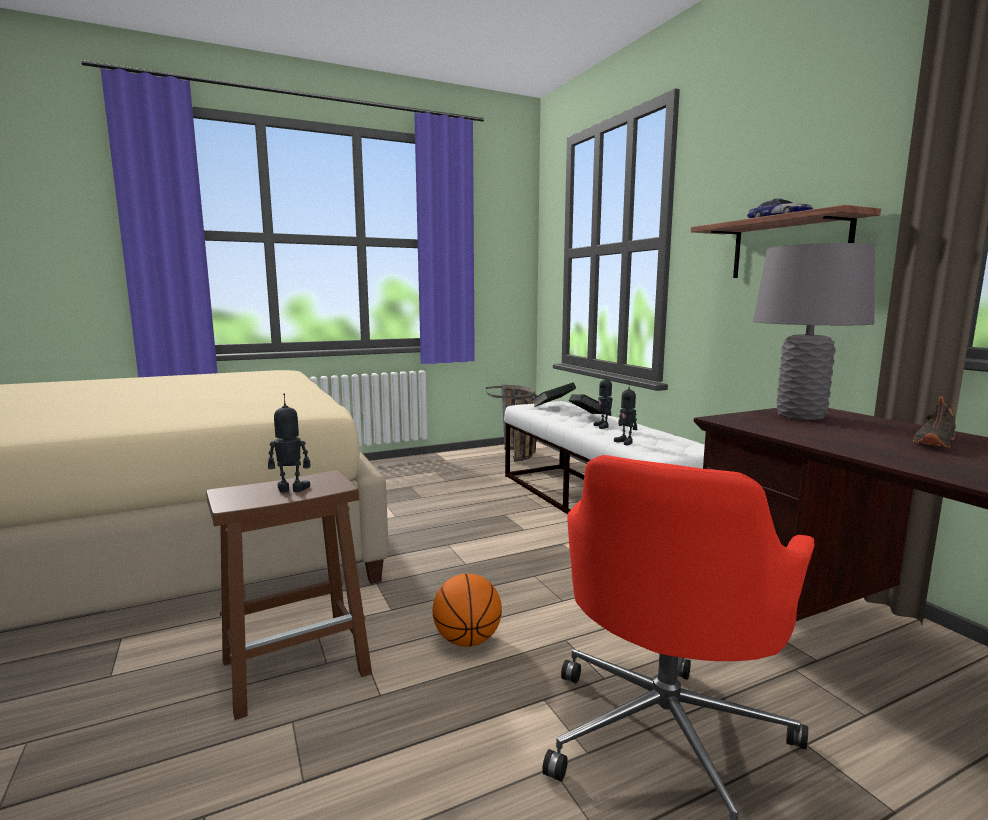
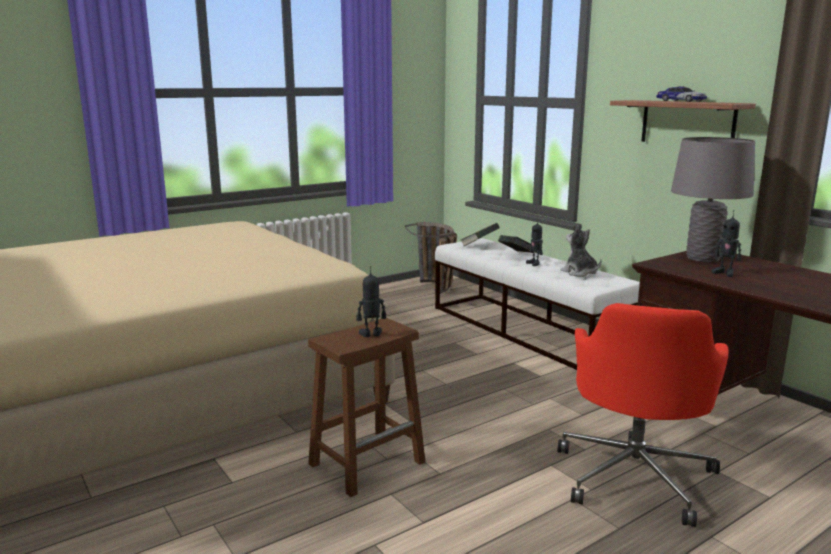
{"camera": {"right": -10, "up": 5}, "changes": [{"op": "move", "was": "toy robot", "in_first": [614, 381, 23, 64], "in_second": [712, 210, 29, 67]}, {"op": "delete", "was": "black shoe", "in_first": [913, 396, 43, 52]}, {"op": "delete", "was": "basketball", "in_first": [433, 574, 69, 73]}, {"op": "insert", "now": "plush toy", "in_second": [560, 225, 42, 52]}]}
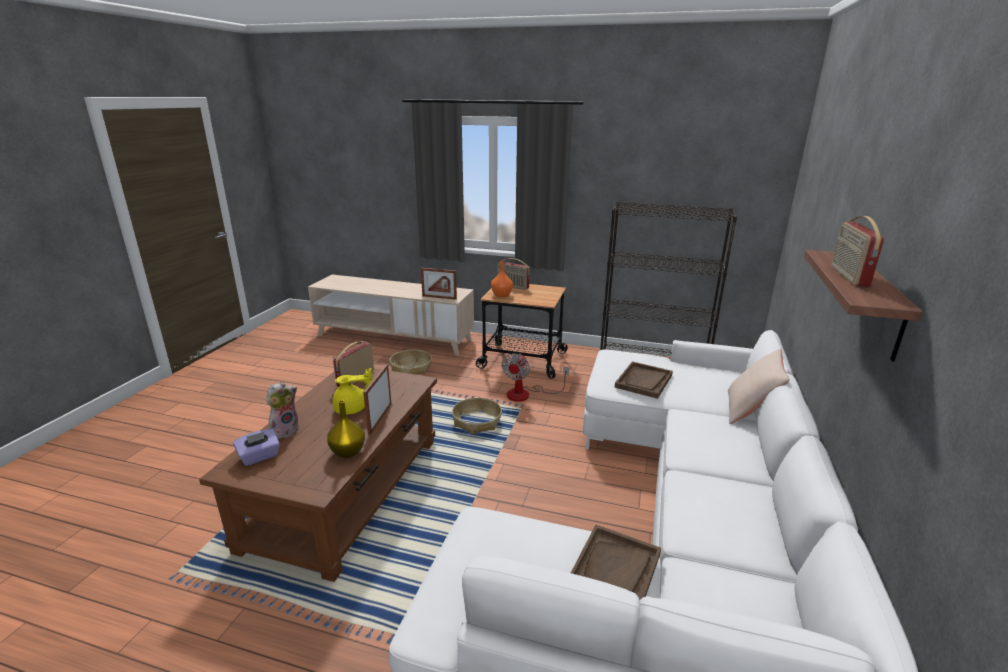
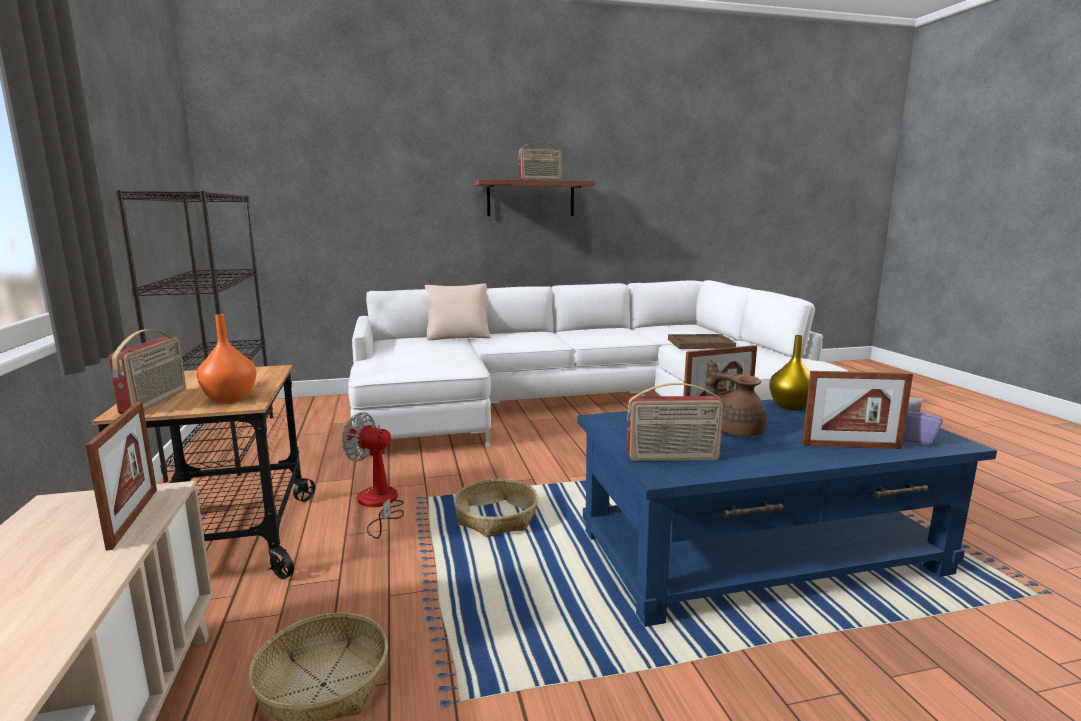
{"camera": {"right": -120, "up": -10}, "changes": [{"op": "rotate", "was": "fan", "in_first": [502, 353, 67, 49], "in_second": [342, 412, 62, 127], "clockwise": -150}, {"op": "delete", "was": "brown tray", "in_first": [614, 361, 59, 38]}, {"op": "recolor", "was": "brown coffee table", "now": "blue coffee table", "in_first": [199, 368, 238, 214], "in_second": [577, 399, 420, 228]}, {"op": "recolor", "was": "yellow teapot", "now": "brown teapot", "in_first": [333, 368, 40, 46], "in_second": [706, 359, 61, 78]}, {"op": "replace", "was": "plush toy", "now": "picture frame", "in_first": [266, 382, 33, 58], "in_second": [802, 371, 111, 78]}]}
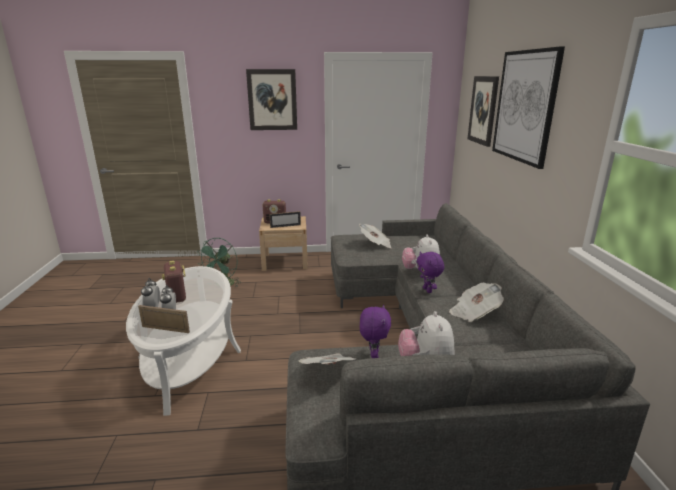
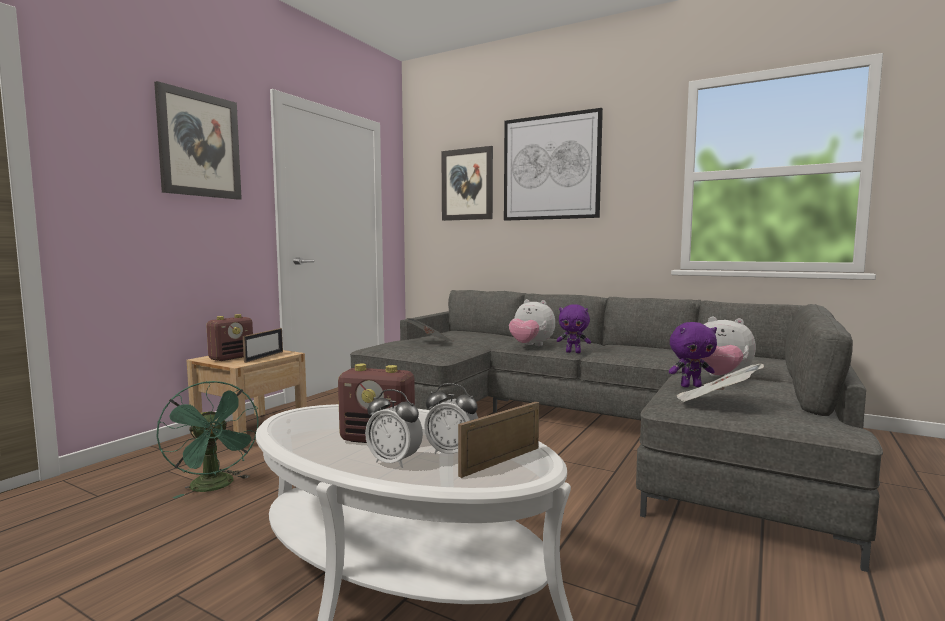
{"camera": {"right": -55, "up": -15}, "changes": [{"op": "delete", "was": "newspaper", "in_first": [449, 283, 55, 39]}, {"op": "rotate", "was": "purple plush toy", "in_first": [360, 305, 31, 53], "in_second": [669, 322, 48, 65], "clockwise": 135}]}
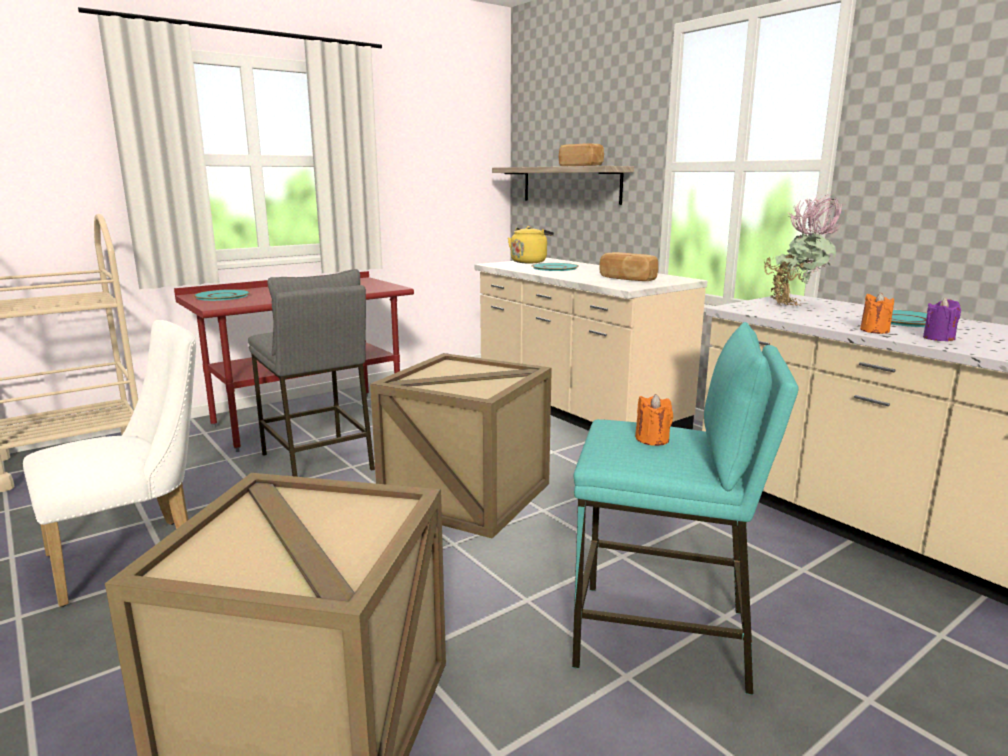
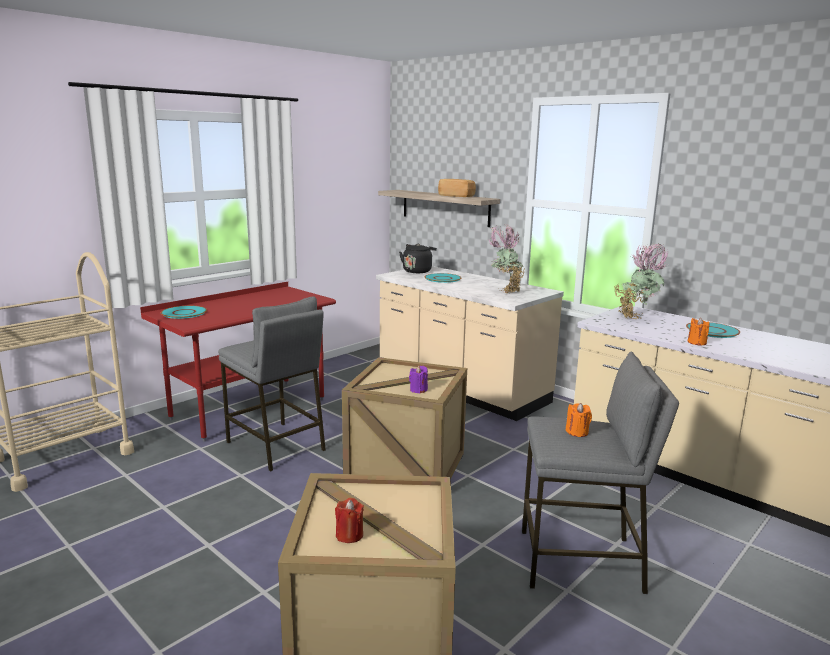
{"camera": {"right": -10, "up": 0}, "changes": [{"op": "recolor", "was": "yellow kettle", "now": "black kettle", "in_first": [508, 226, 46, 37], "in_second": [399, 244, 38, 29]}, {"op": "replace", "was": "bread", "now": "potted plant", "in_first": [599, 252, 59, 29], "in_second": [488, 224, 37, 69]}, {"op": "move", "was": "purple candle", "in_first": [923, 298, 38, 43], "in_second": [409, 366, 19, 27]}, {"op": "delete", "was": "white chair", "in_first": [23, 320, 173, 287]}, {"op": "recolor", "was": "turquoise stool", "now": "grey stool", "in_first": [572, 322, 227, 373], "in_second": [522, 351, 157, 243]}, {"op": "insert", "now": "red candle", "in_second": [335, 498, 29, 45]}]}
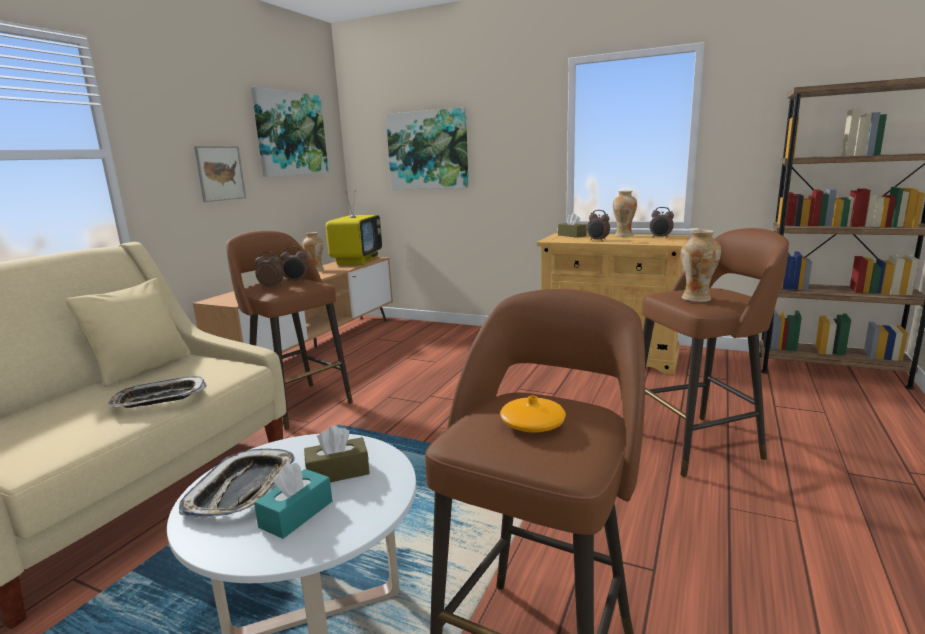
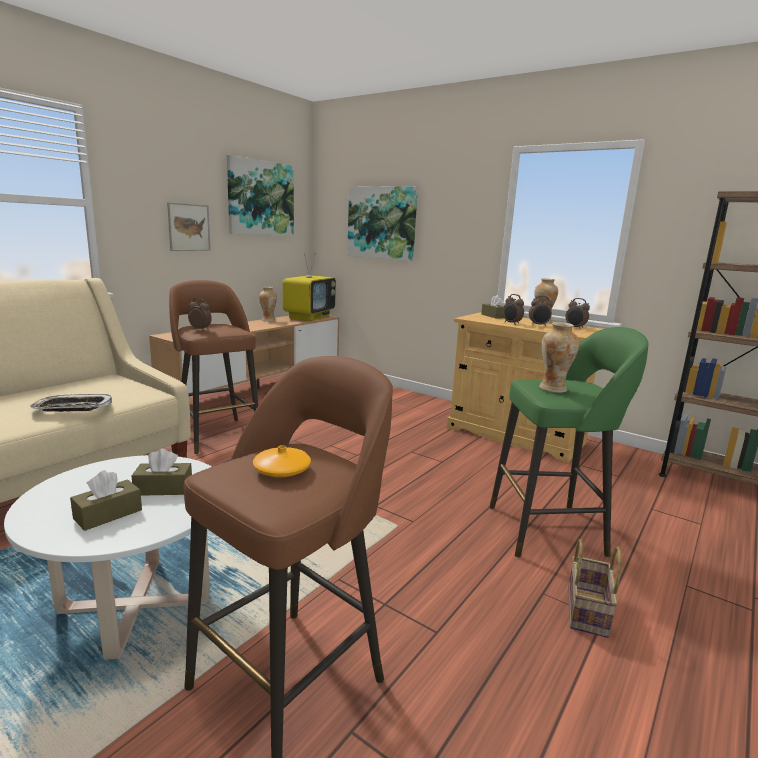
{"camera": {"right": 10, "up": 0}, "changes": [{"op": "recolor", "was": "brown stool", "now": "green stool", "in_first": [642, 228, 147, 249], "in_second": [489, 327, 160, 230]}, {"op": "move", "was": "alarm clock", "in_first": [280, 247, 28, 36], "in_second": [529, 296, 24, 30]}, {"op": "delete", "was": "beige pillow", "in_first": [66, 278, 125, 109]}, {"op": "delete", "was": "tray", "in_first": [179, 448, 116, 71]}, {"op": "recolor", "was": "turquoise tissue box", "now": "brown tissue box", "in_first": [254, 463, 78, 76], "in_second": [70, 470, 72, 61]}, {"op": "insert", "now": "basket", "in_second": [568, 539, 53, 99]}]}
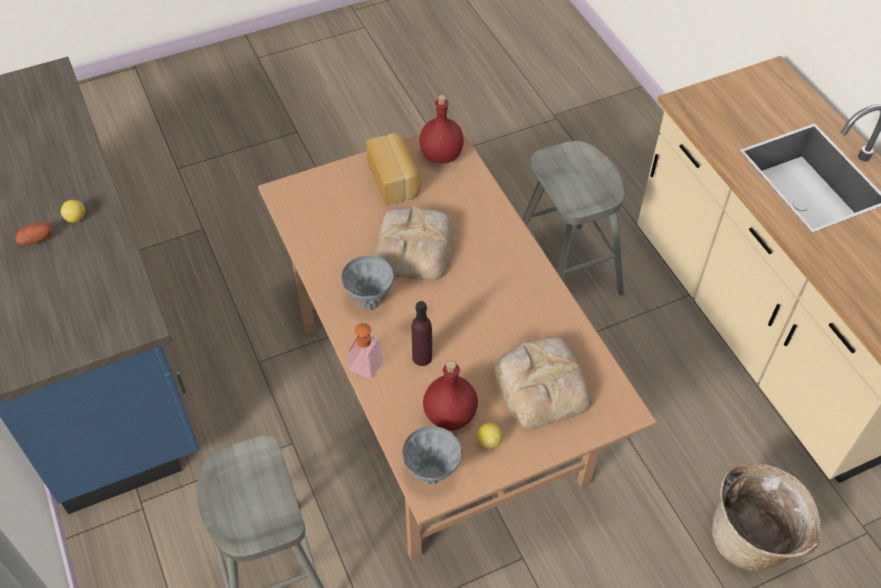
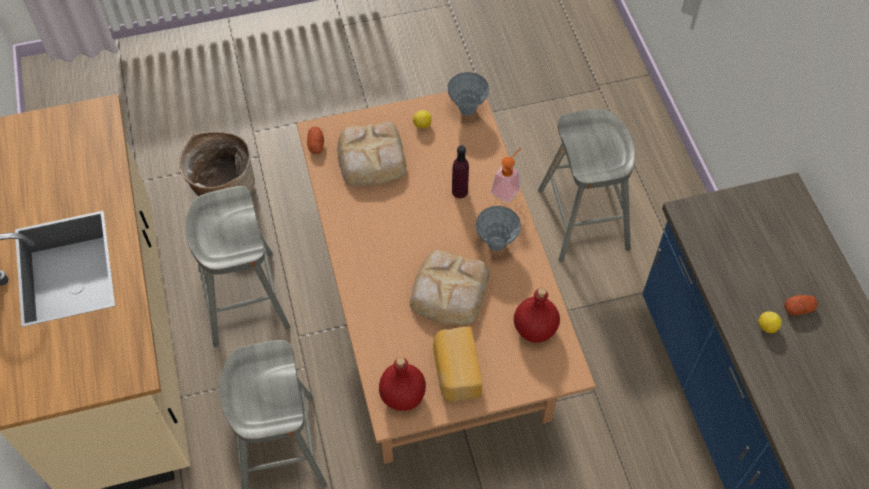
{"camera": {"right": -170, "up": 5}, "changes": [{"op": "move", "was": "red bottle", "in_first": [423, 361, 55, 70], "in_second": [514, 288, 46, 55]}, {"op": "insert", "now": "potato", "in_second": [307, 127, 17, 27]}, {"op": "insert", "now": "grey stool", "in_second": [185, 186, 105, 161]}]}
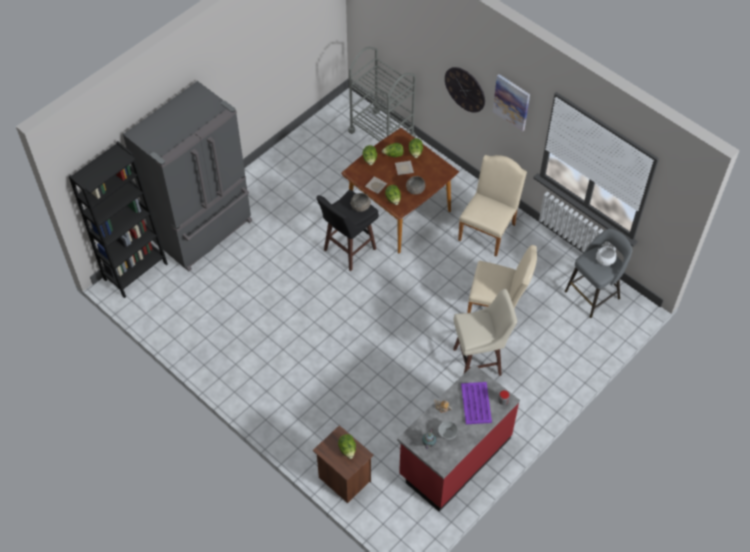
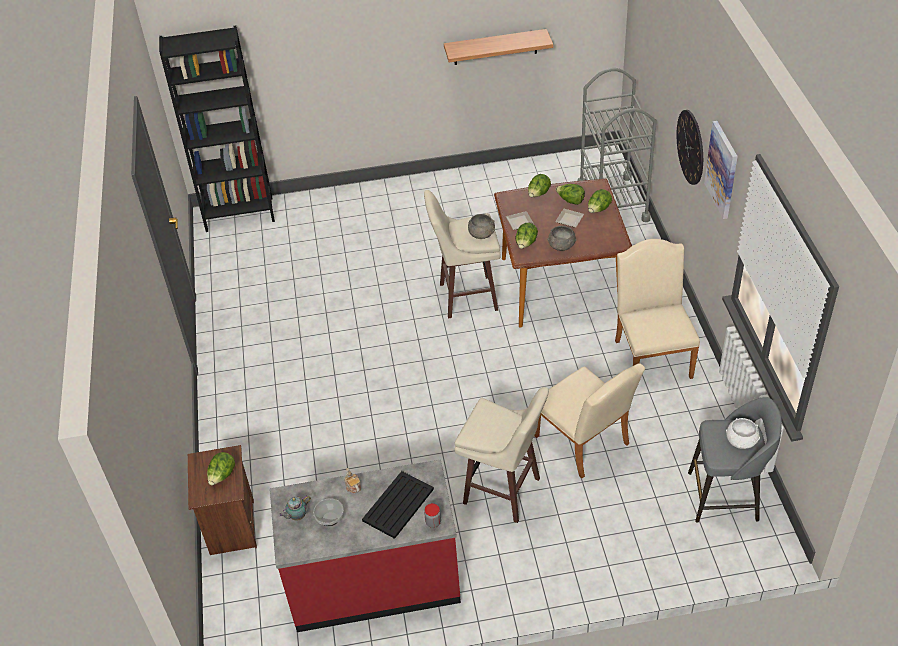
{"camera": {"right": 40, "up": -10}, "changes": [{"op": "delete", "was": "grey fridge", "in_first": [123, 81, 129, 190]}, {"op": "rotate", "was": "beige chair", "in_first": [458, 155, 69, 102], "in_second": [615, 239, 85, 140], "clockwise": -75}, {"op": "recolor", "was": "black stool", "now": "beige stool", "in_first": [316, 189, 63, 82], "in_second": [424, 190, 77, 128]}, {"op": "recolor", "was": "purple tray", "now": "black tray", "in_first": [461, 382, 31, 42], "in_second": [362, 471, 72, 68]}, {"op": "insert", "now": "shelf", "in_second": [444, 29, 109, 36]}]}
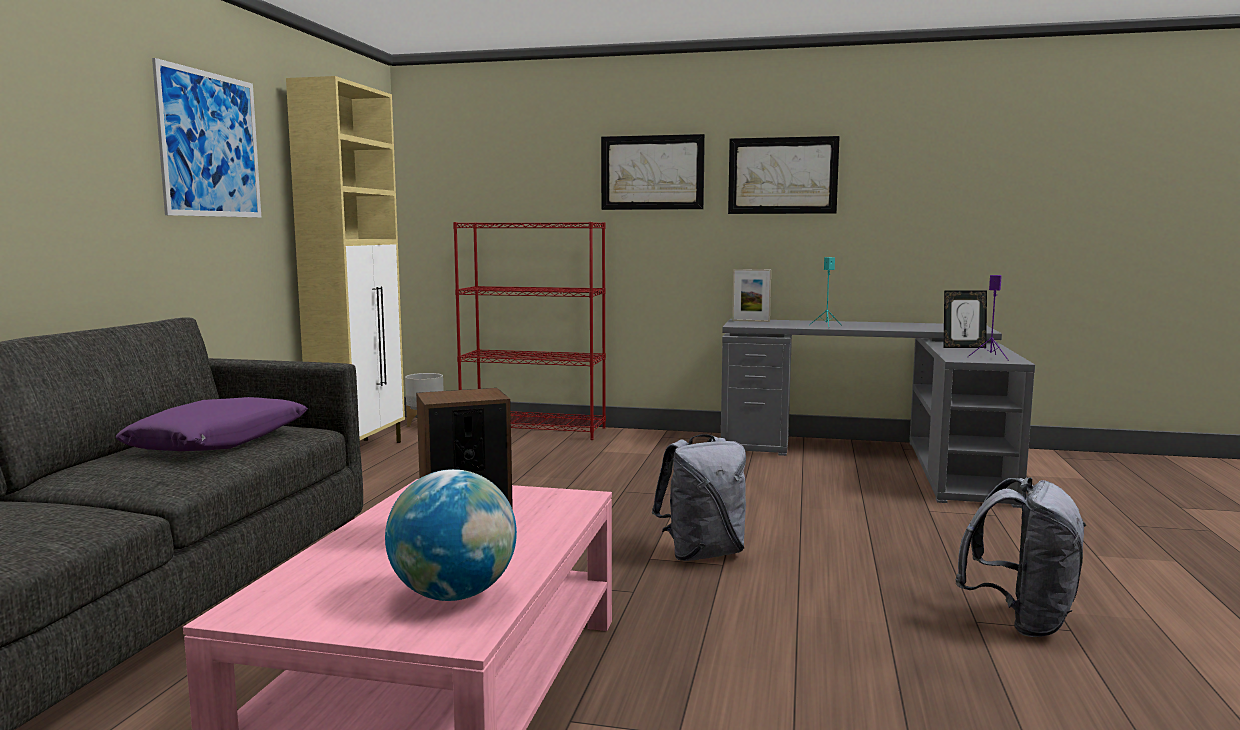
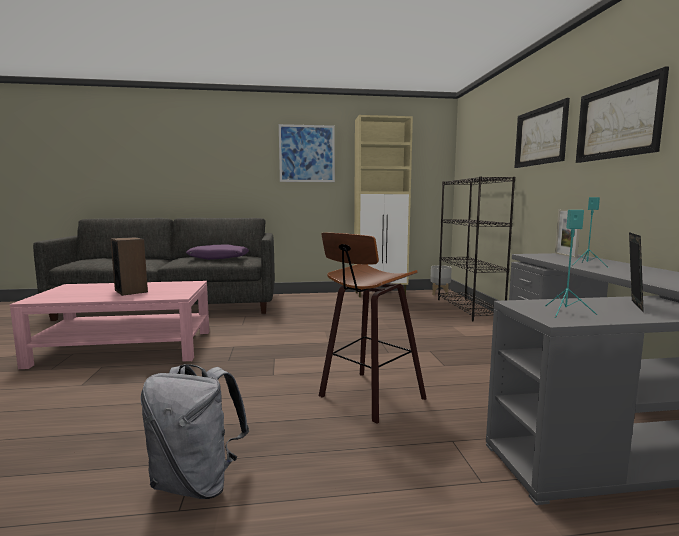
{"camera": {"right": 70, "up": 0}, "changes": [{"op": "recolor", "was": "red bookcase", "now": "black bookcase", "in_first": [453, 222, 153, 218], "in_second": [438, 176, 77, 145]}, {"op": "recolor", "was": "purple speaker", "now": "turquoise speaker", "in_first": [968, 275, 41, 86], "in_second": [545, 210, 52, 108]}, {"op": "rotate", "was": "picture frame", "in_first": [944, 291, 43, 57], "in_second": [629, 232, 15, 81], "clockwise": -135}, {"op": "delete", "was": "grey backpack", "in_first": [652, 434, 94, 127]}, {"op": "delete", "was": "globe", "in_first": [385, 469, 132, 132]}, {"op": "insert", "now": "stool", "in_second": [319, 233, 107, 191]}]}
